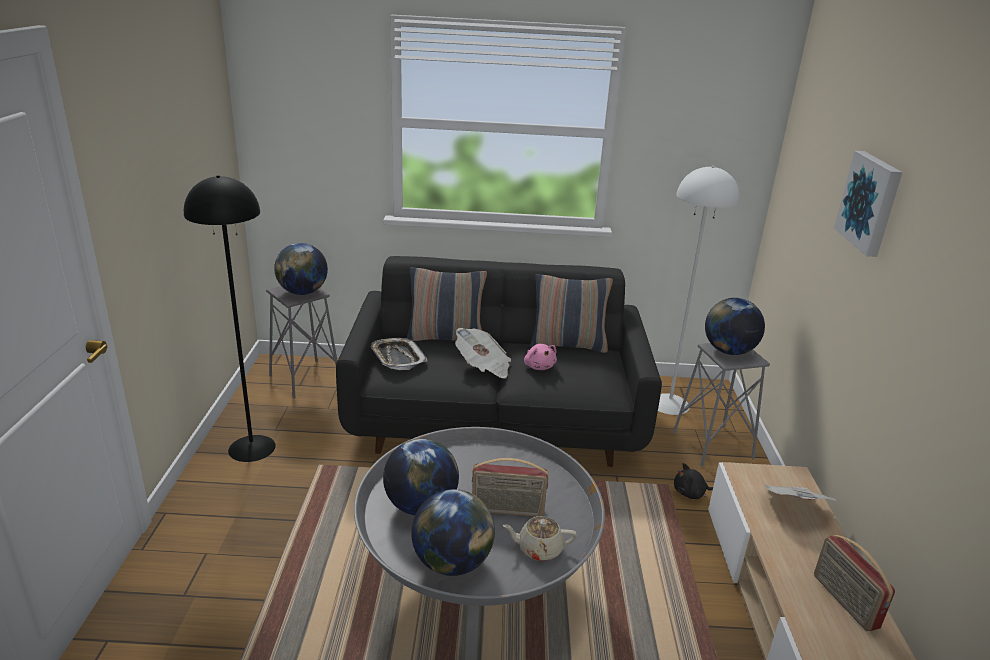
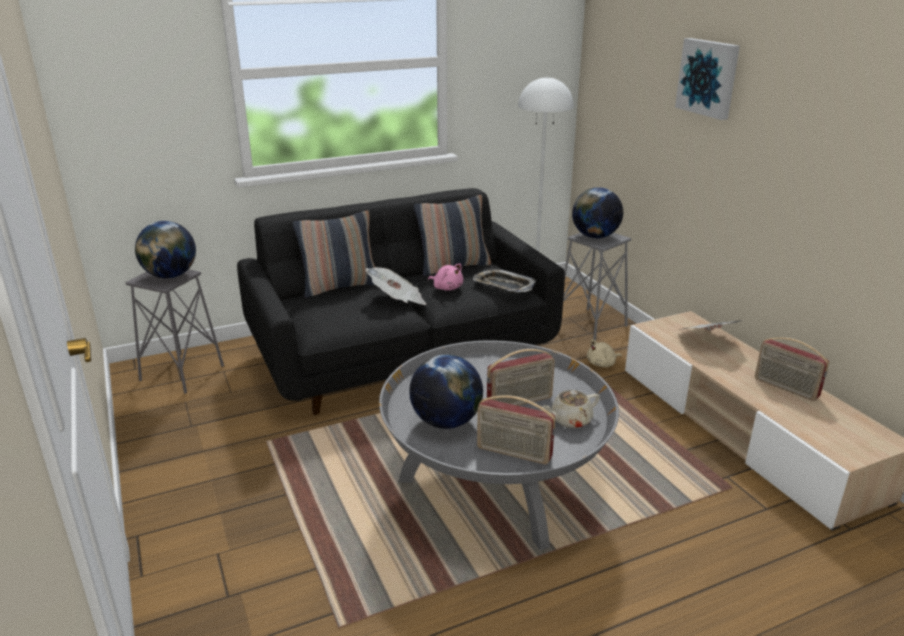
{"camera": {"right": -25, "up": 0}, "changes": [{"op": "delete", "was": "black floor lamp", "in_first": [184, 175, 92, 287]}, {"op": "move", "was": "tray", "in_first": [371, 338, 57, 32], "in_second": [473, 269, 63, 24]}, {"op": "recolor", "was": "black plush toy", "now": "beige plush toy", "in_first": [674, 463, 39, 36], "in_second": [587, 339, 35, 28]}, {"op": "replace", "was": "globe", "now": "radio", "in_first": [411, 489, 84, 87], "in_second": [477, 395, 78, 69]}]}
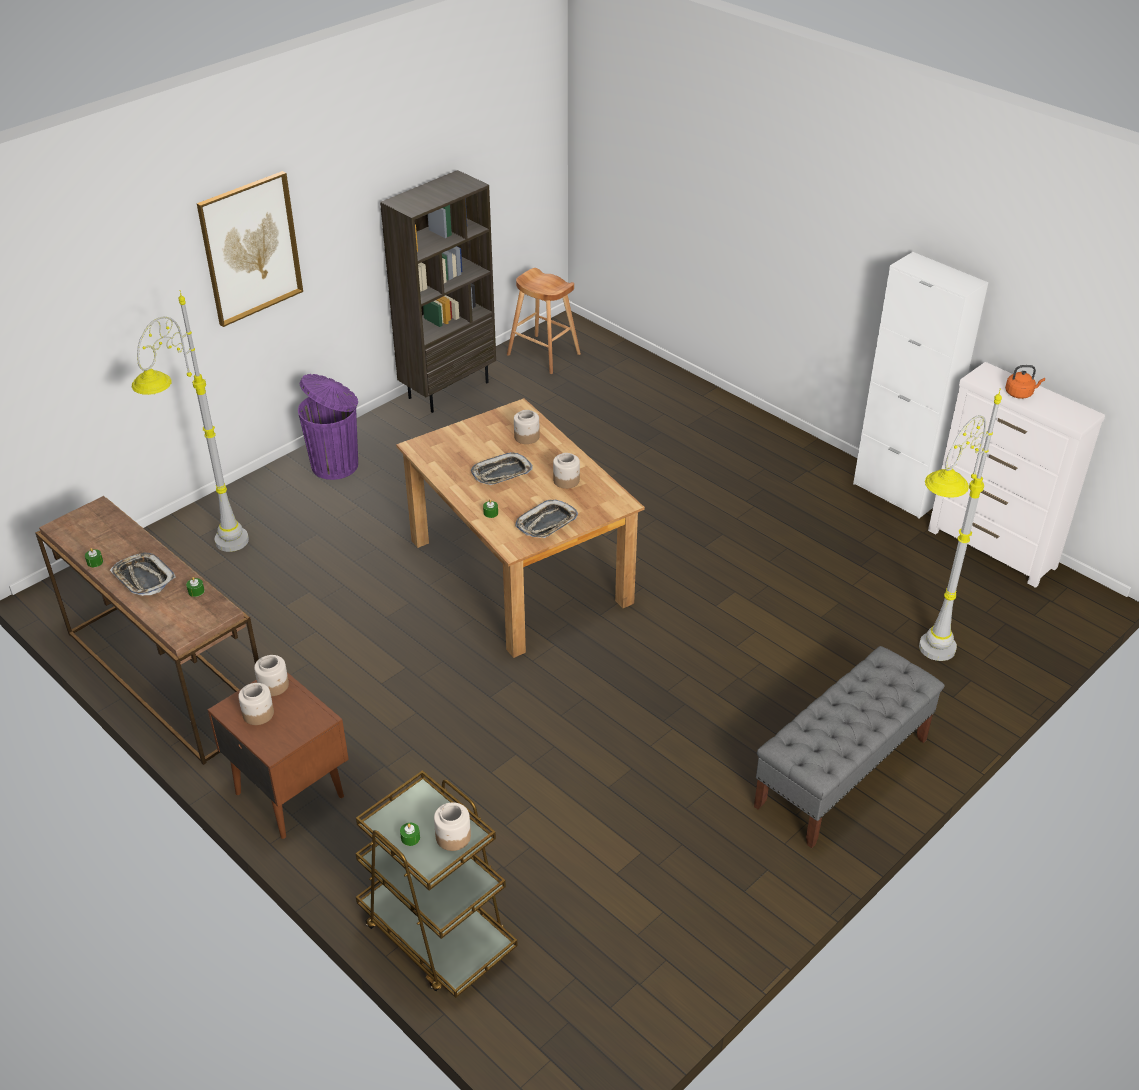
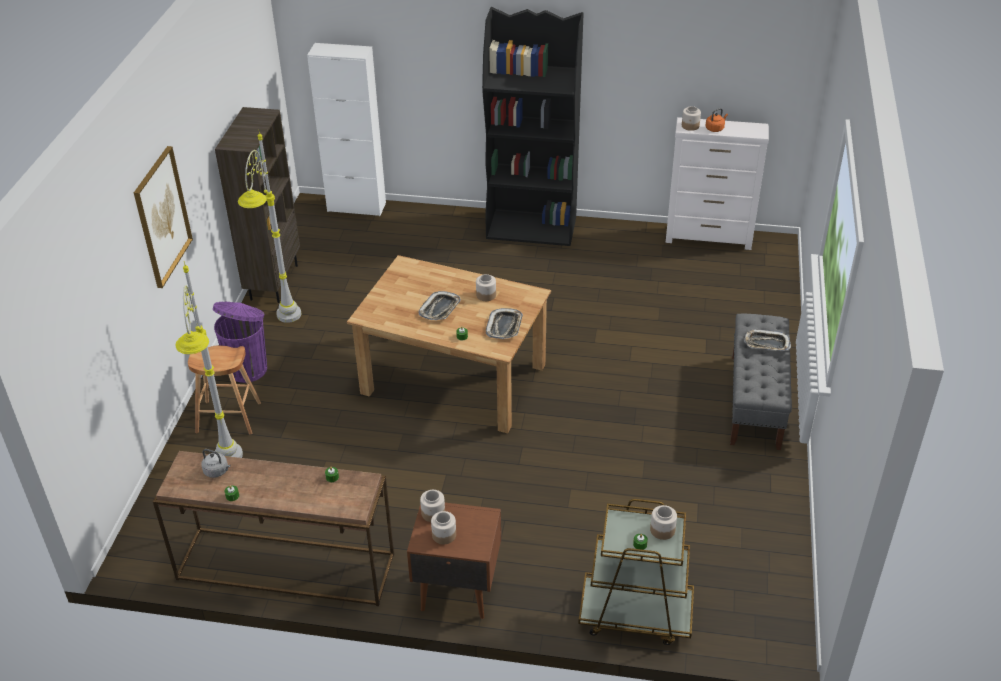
{"camera": {"right": -35, "up": 0}, "changes": [{"op": "move", "was": "white cabinet", "in_first": [853, 252, 135, 267], "in_second": [307, 43, 79, 173]}, {"op": "move", "was": "brown stool", "in_first": [507, 268, 74, 106], "in_second": [188, 346, 73, 89]}, {"op": "move", "was": "grey floor lamp", "in_first": [919, 389, 83, 272], "in_second": [238, 132, 63, 191]}, {"op": "move", "was": "jar", "in_first": [514, 410, 26, 34], "in_second": [682, 106, 19, 25]}, {"op": "move", "was": "tray", "in_first": [110, 553, 66, 43], "in_second": [744, 329, 47, 22]}, {"op": "insert", "now": "black bookcase", "in_second": [482, 7, 102, 239]}, {"op": "insert", "now": "grey kettle", "in_second": [201, 449, 29, 29]}]}
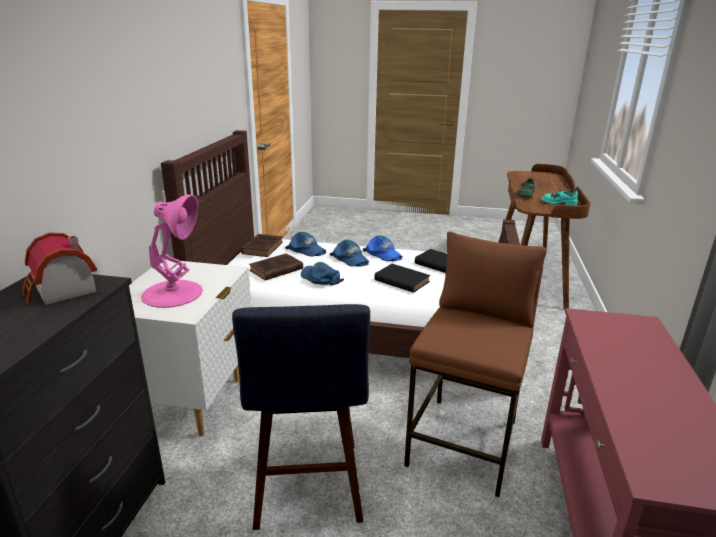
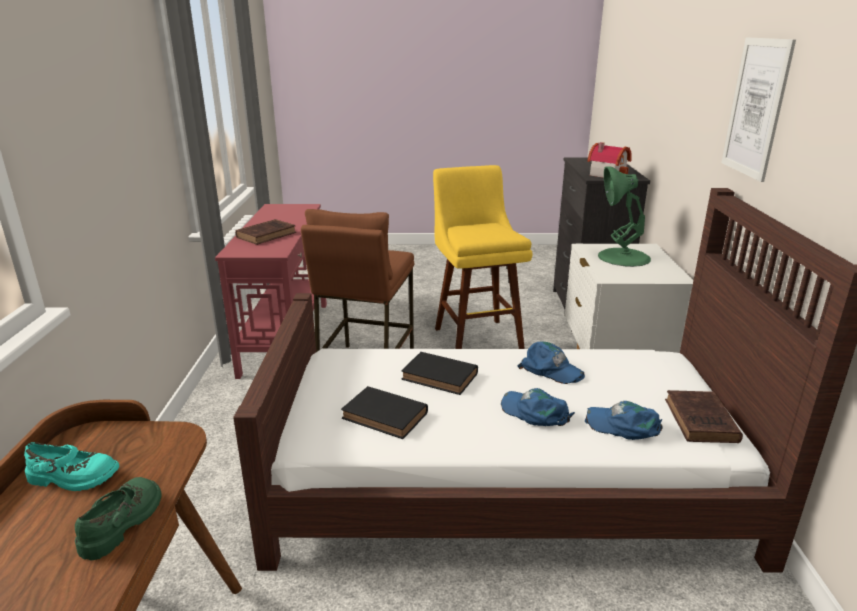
{"camera": {"right": 170, "up": 0}, "changes": [{"op": "recolor", "was": "pink table lamp", "now": "green table lamp", "in_first": [141, 194, 62, 114], "in_second": [598, 166, 53, 101]}, {"op": "delete", "was": "blue cap", "in_first": [363, 235, 39, 26]}, {"op": "move", "was": "brown book", "in_first": [249, 253, 54, 27], "in_second": [235, 219, 61, 26]}, {"op": "recolor", "was": "blue stool", "now": "yellow stool", "in_first": [232, 304, 138, 226], "in_second": [433, 165, 99, 184]}, {"op": "insert", "now": "picture", "in_second": [721, 37, 75, 145]}]}
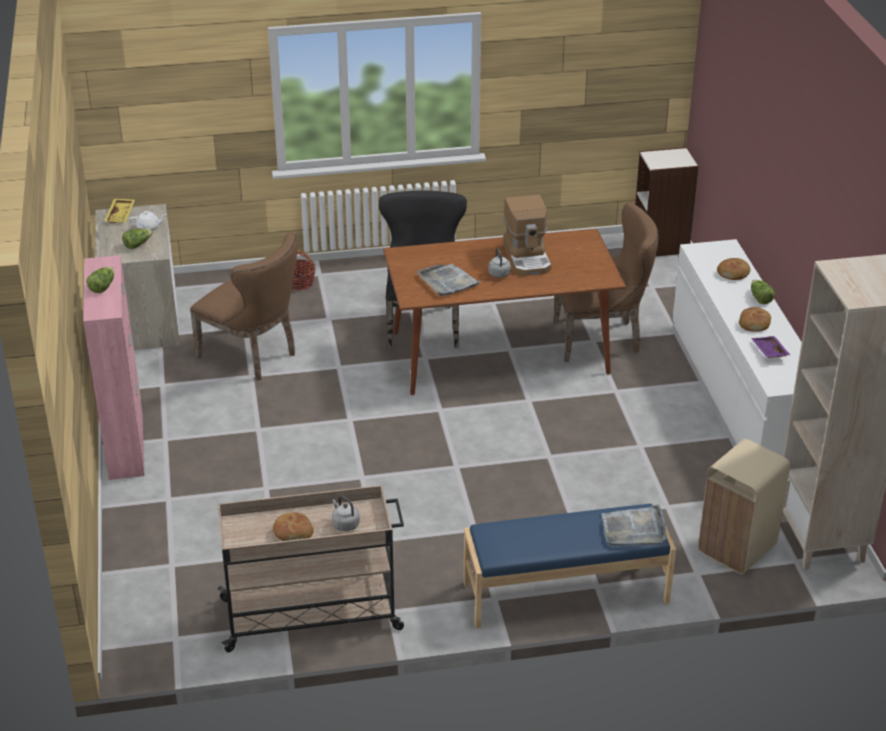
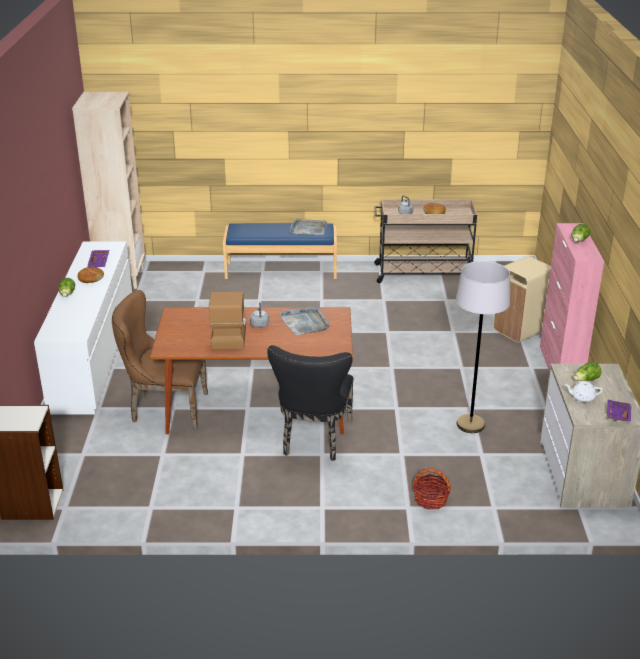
{"camera": {"right": -170, "up": -5}, "changes": [{"op": "recolor", "was": "yellow tray", "now": "purple tray", "in_first": [104, 199, 31, 24], "in_second": [607, 400, 24, 21]}, {"op": "replace", "was": "brown chair", "now": "grey floor lamp", "in_first": [190, 232, 107, 149], "in_second": [456, 261, 54, 172]}, {"op": "delete", "was": "bread", "in_first": [717, 258, 33, 22]}, {"op": "move", "was": "beige trash can", "in_first": [698, 439, 92, 135], "in_second": [493, 256, 58, 87]}, {"op": "move", "was": "grey tray", "in_first": [601, 504, 66, 41], "in_second": [290, 219, 37, 16]}]}
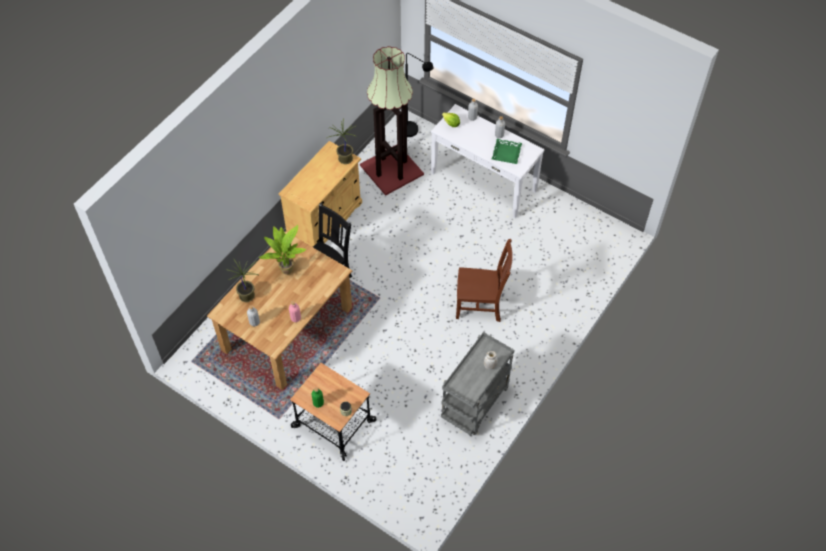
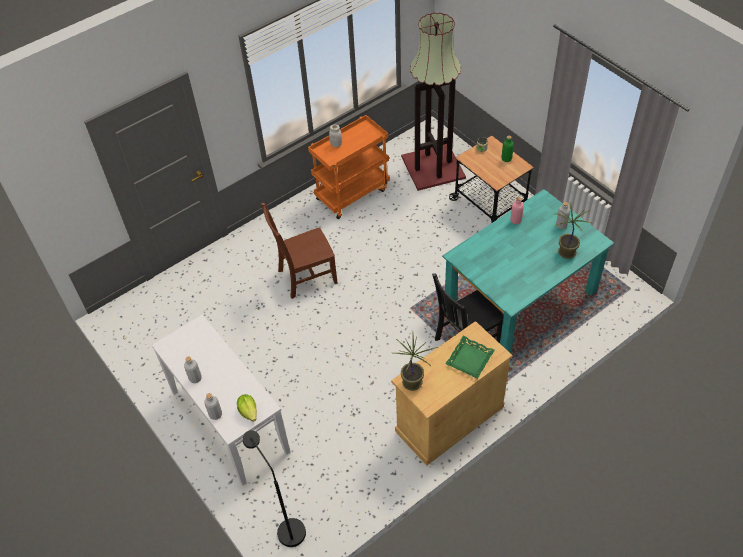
{"camera": {"right": -160, "up": -5}, "changes": [{"op": "move", "was": "floor lamp", "in_first": [360, 46, 64, 150], "in_second": [401, 13, 65, 178]}, {"op": "move", "was": "green tray", "in_first": [492, 139, 30, 25], "in_second": [445, 336, 50, 43]}, {"op": "delete", "was": "potted plant", "in_first": [259, 225, 47, 50]}, {"op": "recolor", "was": "brown dining table", "now": "turquoise dining table", "in_first": [207, 231, 145, 159], "in_second": [442, 189, 172, 164]}, {"op": "rotate", "was": "brown chair", "in_first": [456, 239, 57, 83], "in_second": [261, 203, 77, 96], "clockwise": -45}, {"op": "recolor", "was": "grey cart", "now": "orange cart", "in_first": [441, 332, 73, 104], "in_second": [308, 115, 82, 104]}]}
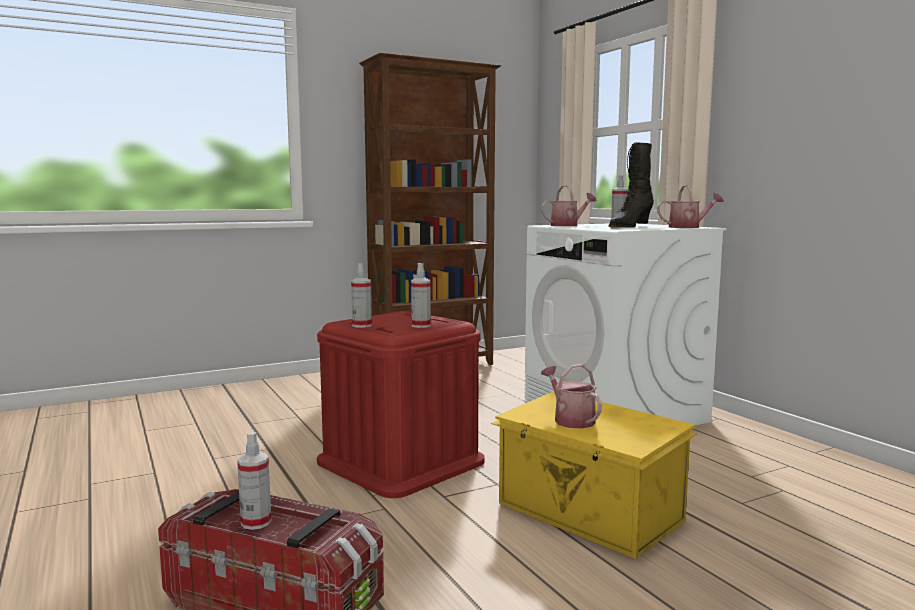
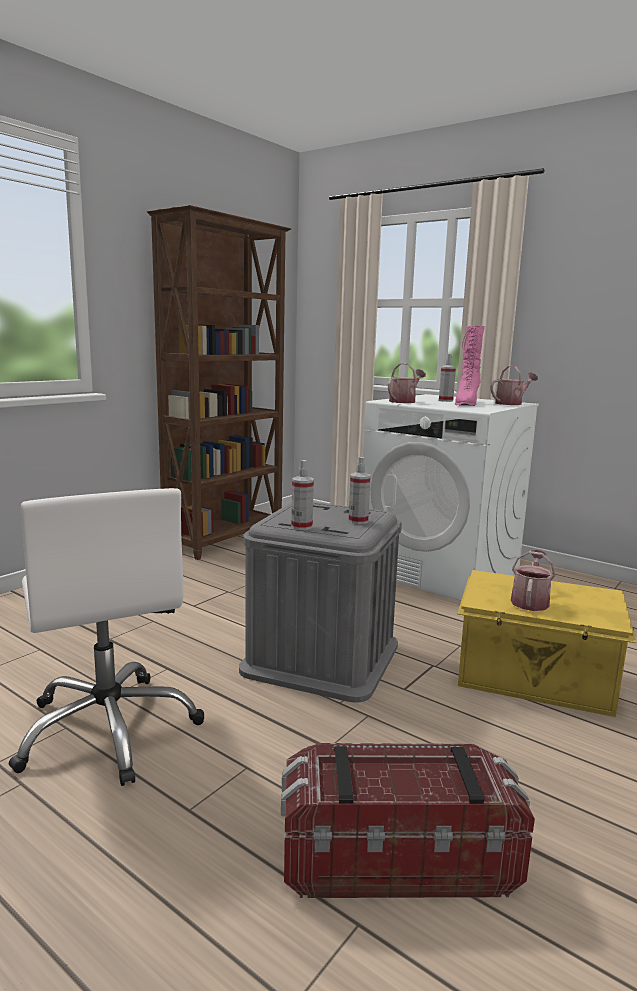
{"camera": {"right": -25, "up": 5}, "changes": [{"op": "recolor", "was": "black boot", "now": "pink boot", "in_first": [609, 142, 45, 86], "in_second": [455, 325, 30, 81]}, {"op": "recolor", "was": "red storage box", "now": "grey storage box", "in_first": [317, 311, 168, 187], "in_second": [239, 502, 163, 201]}, {"op": "rotate", "was": "watering can", "in_first": [541, 364, 61, 65], "in_second": [511, 550, 44, 61], "clockwise": 75}, {"op": "delete", "was": "spray bottle", "in_first": [237, 432, 34, 98]}, {"op": "insert", "now": "white office chair", "in_second": [9, 488, 195, 298]}]}
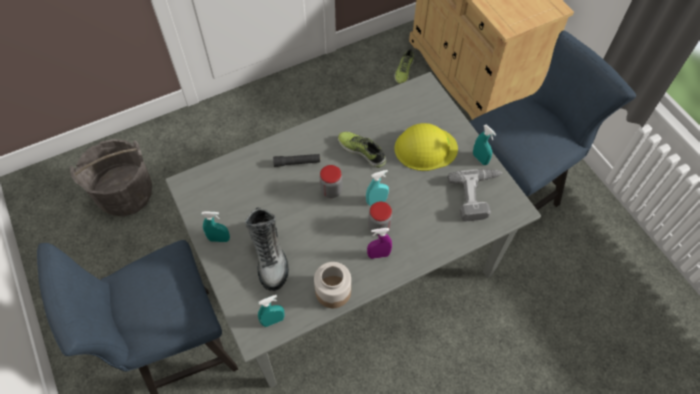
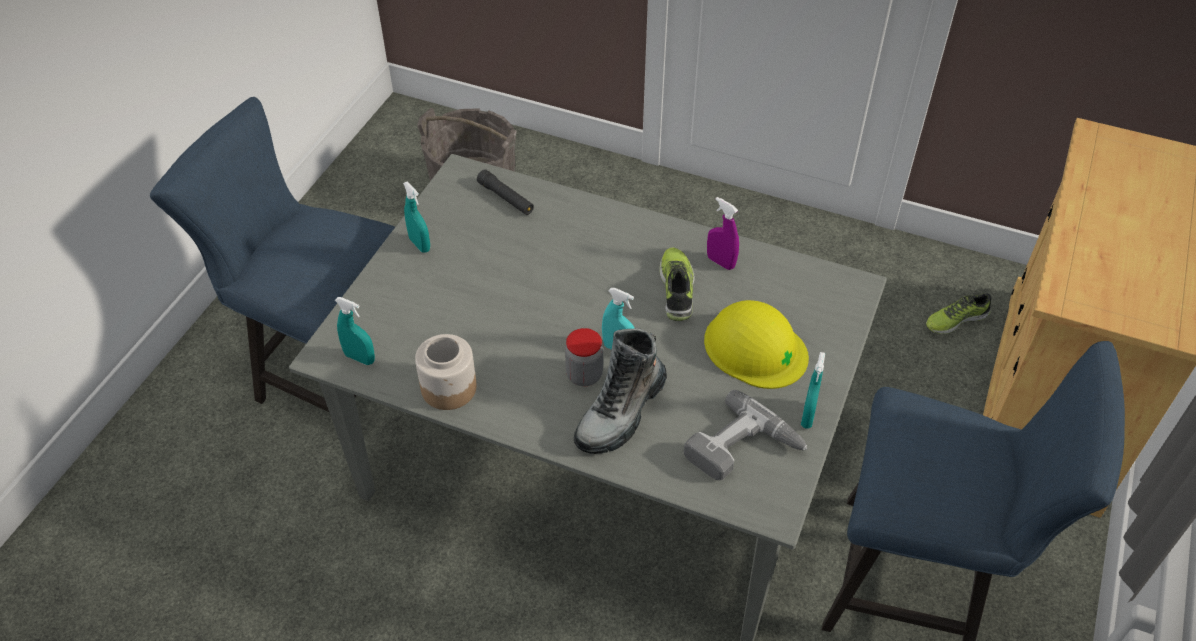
{"camera": {"right": 50, "up": -10}, "changes": [{"op": "move", "was": "black flashlight", "in_first": [273, 154, 47, 13], "in_second": [477, 169, 57, 46]}, {"op": "delete", "was": "jar", "in_first": [320, 165, 22, 33]}, {"op": "move", "was": "boot", "in_first": [245, 207, 44, 84], "in_second": [574, 328, 93, 126]}, {"op": "move", "was": "purple spray bottle", "in_first": [367, 228, 25, 31], "in_second": [707, 197, 32, 73]}]}
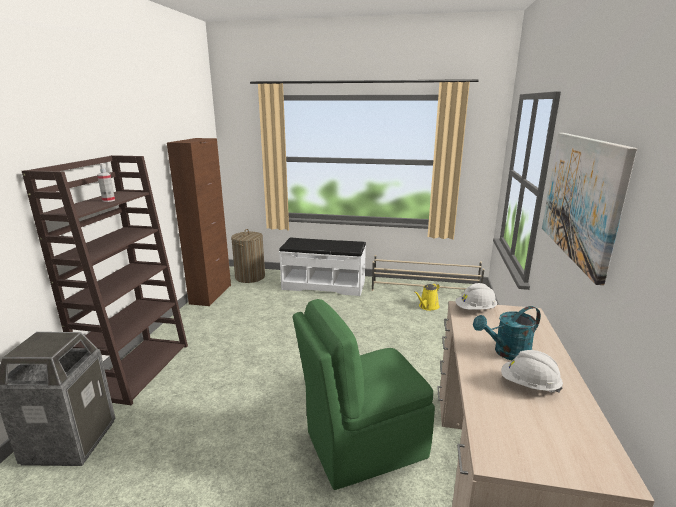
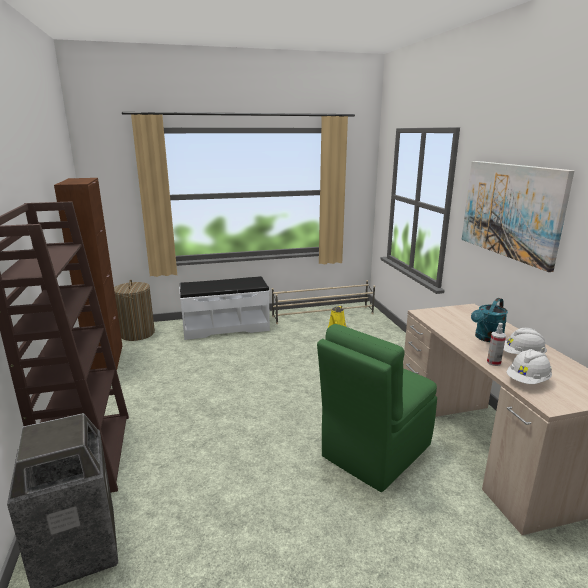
{"camera": {"right": -25, "up": 0}, "changes": [{"op": "move", "was": "spray bottle", "in_first": [97, 164, 18, 38], "in_second": [487, 323, 19, 43]}, {"op": "move", "was": "white hard hat", "in_first": [455, 283, 42, 27], "in_second": [507, 349, 45, 35]}]}
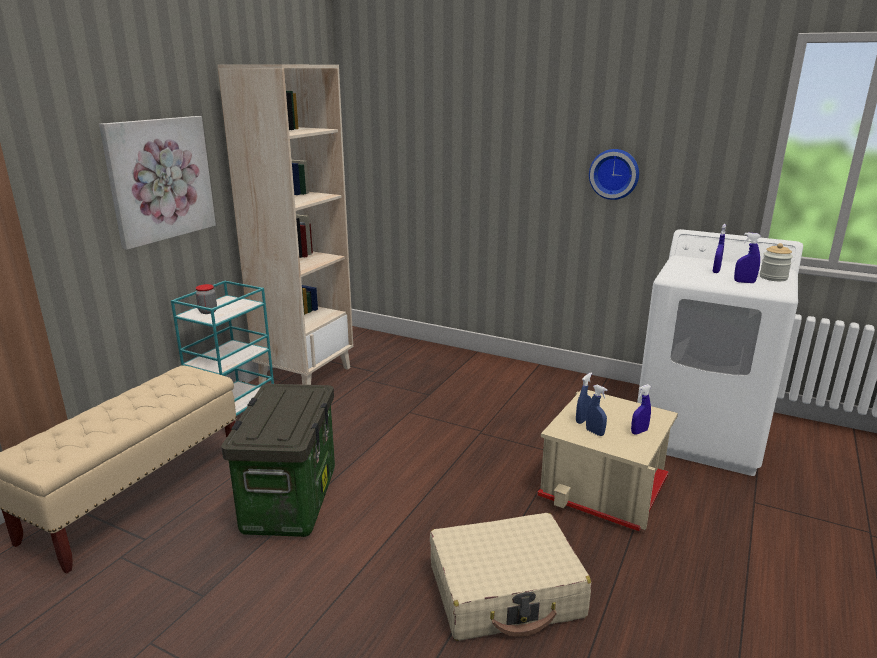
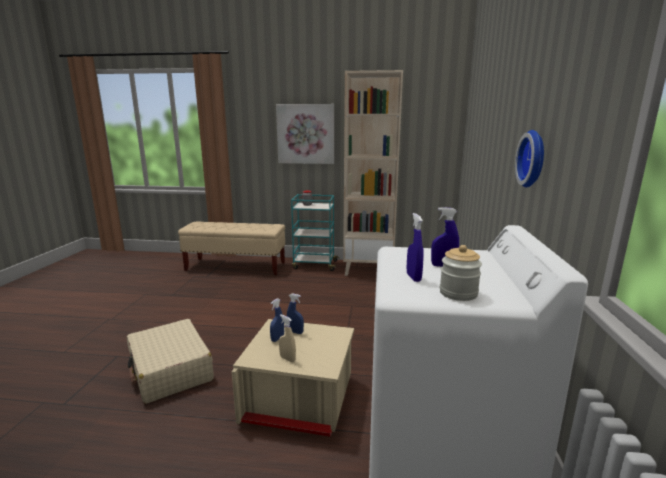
{"camera": {"right": 70, "up": -5}, "changes": [{"op": "delete", "was": "storage box", "in_first": [221, 384, 114, 153]}, {"op": "recolor", "was": "blue spray bottle", "now": "beige spray bottle", "in_first": [631, 384, 20, 51], "in_second": [279, 314, 17, 48]}]}
